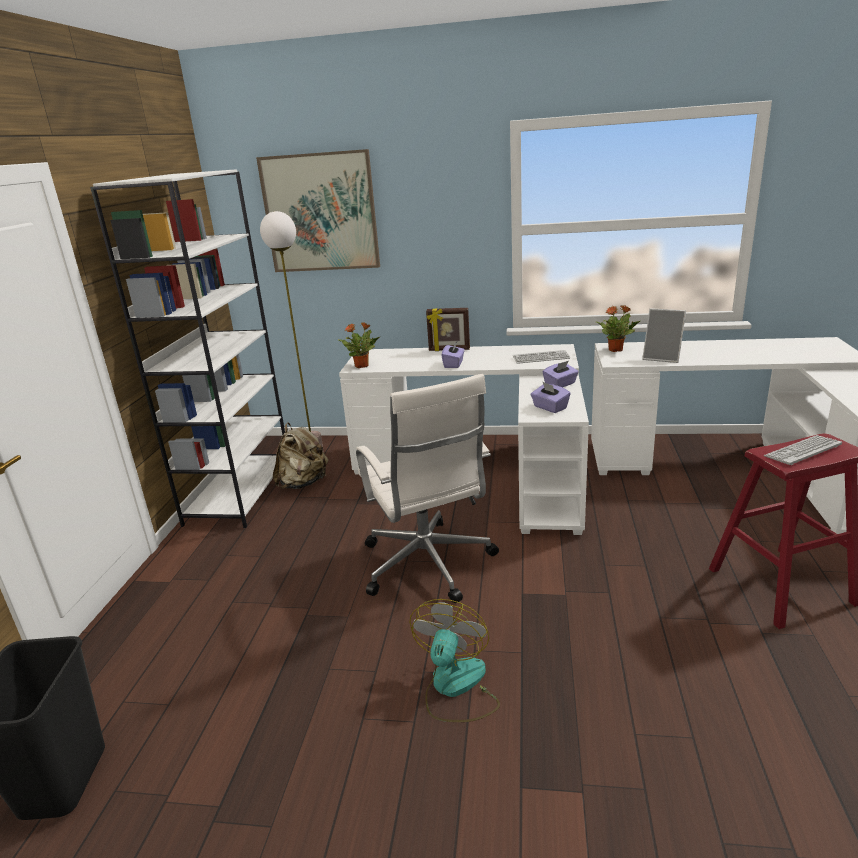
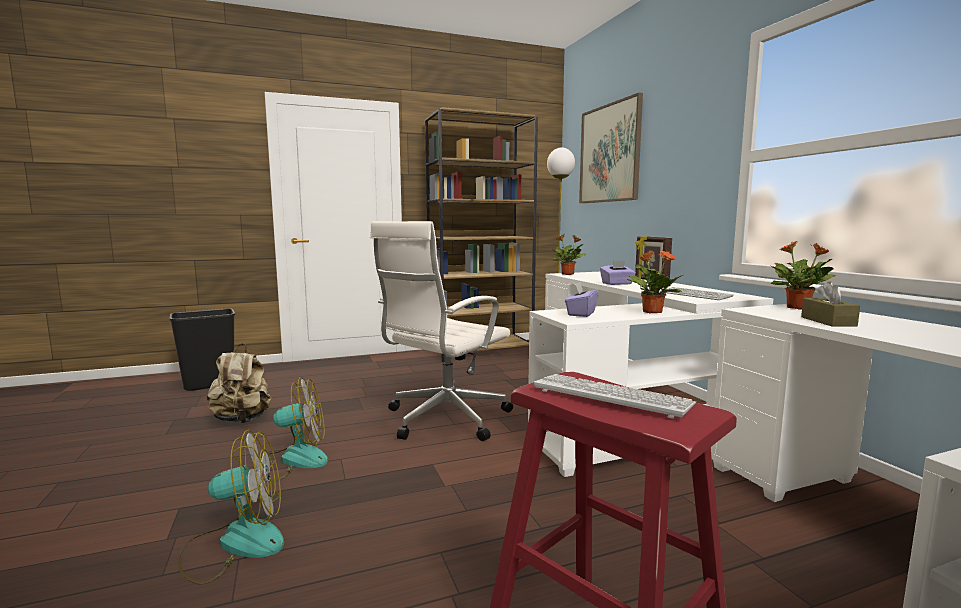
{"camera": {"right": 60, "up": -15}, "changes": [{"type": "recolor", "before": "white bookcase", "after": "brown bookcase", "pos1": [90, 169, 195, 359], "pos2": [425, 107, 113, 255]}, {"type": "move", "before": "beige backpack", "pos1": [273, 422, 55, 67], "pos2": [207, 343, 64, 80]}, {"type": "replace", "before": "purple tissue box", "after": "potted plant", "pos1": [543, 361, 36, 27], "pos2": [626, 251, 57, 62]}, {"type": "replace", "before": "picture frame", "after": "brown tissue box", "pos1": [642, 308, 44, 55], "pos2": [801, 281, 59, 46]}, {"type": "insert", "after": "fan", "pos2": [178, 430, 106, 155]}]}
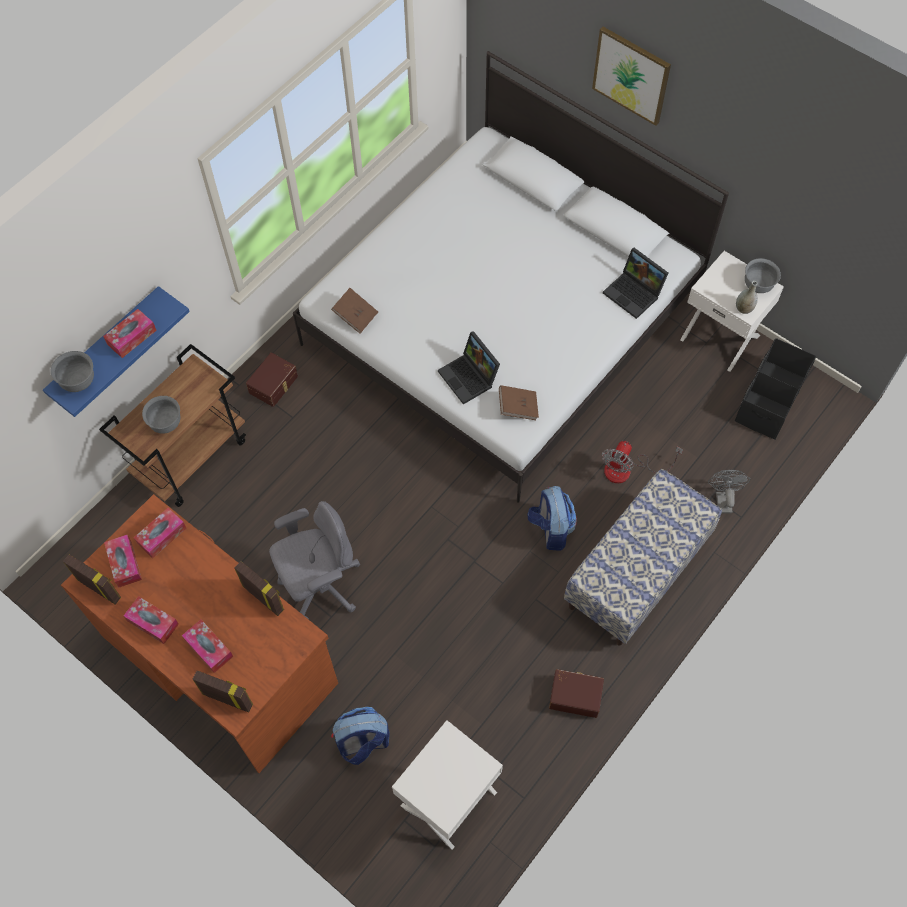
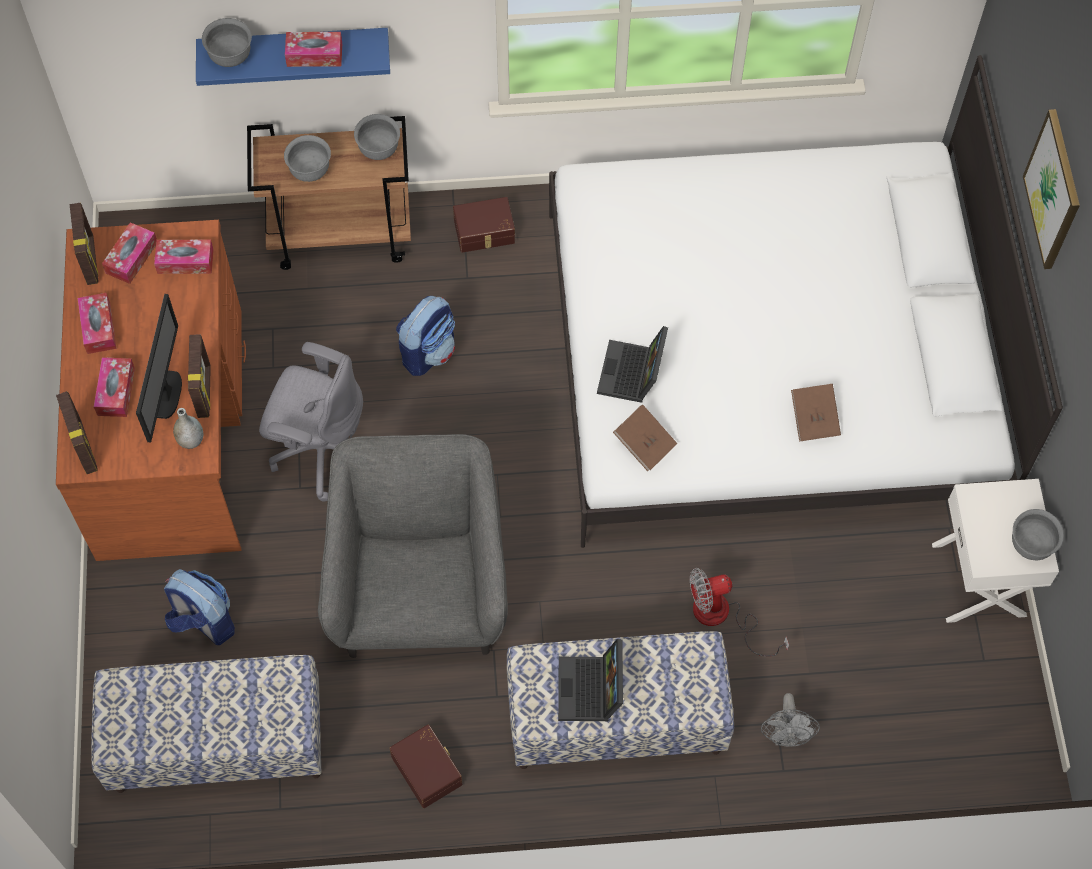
{"camera": {"right": 45, "up": 0}, "changes": [{"type": "move", "before": "brown book", "pos1": [331, 288, 47, 46], "pos2": [791, 384, 50, 58]}, {"type": "replace", "before": "white nightstand", "after": "bench", "pos1": [392, 720, 111, 130], "pos2": [91, 655, 230, 138]}, {"type": "move", "before": "backpack", "pos1": [527, 486, 50, 65], "pos2": [396, 296, 59, 80]}, {"type": "move", "before": "laptop", "pos1": [603, 248, 65, 71], "pos2": [558, 639, 65, 82]}, {"type": "rotate", "before": "grey fan", "pos1": [708, 470, 42, 44], "pos2": [761, 693, 59, 54], "turn": 135}, {"type": "delete", "before": "black storage box", "pos1": [735, 338, 81, 102]}, {"type": "move", "before": "grey vase", "pos1": [736, 281, 22, 33], "pos2": [173, 408, 30, 41]}, {"type": "insert", "after": "monitor", "pos2": [136, 294, 46, 149]}, {"type": "insert", "after": "grey armchair", "pos2": [318, 434, 190, 224]}, {"type": "insert", "after": "grey bowl", "pos2": [354, 114, 46, 46]}]}
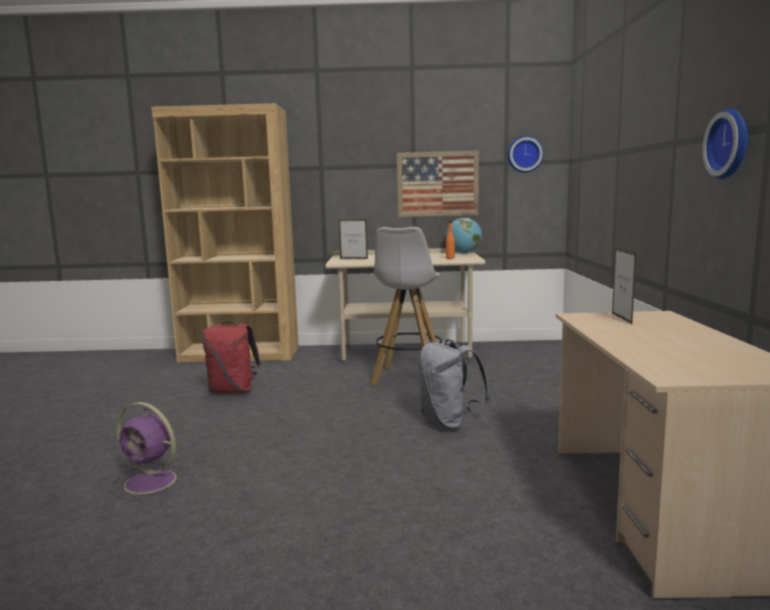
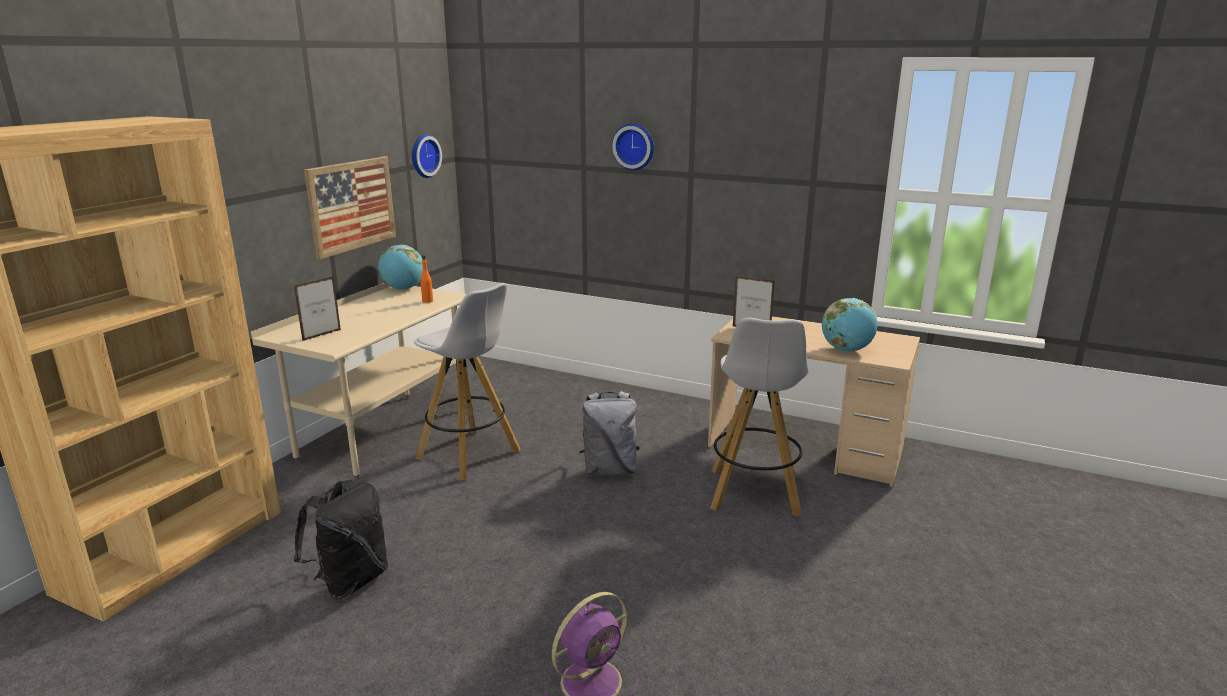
{"camera": {"right": -65, "up": 10}, "changes": [{"type": "recolor", "before": "red backpack", "after": "black backpack", "pos1": [202, 321, 59, 73], "pos2": [294, 480, 94, 119]}, {"type": "move", "before": "wall clock", "pos1": [702, 108, 47, 71], "pos2": [612, 123, 42, 47]}, {"type": "insert", "after": "white stool", "pos2": [710, 318, 98, 198]}, {"type": "insert", "after": "globe", "pos2": [822, 298, 55, 54]}]}
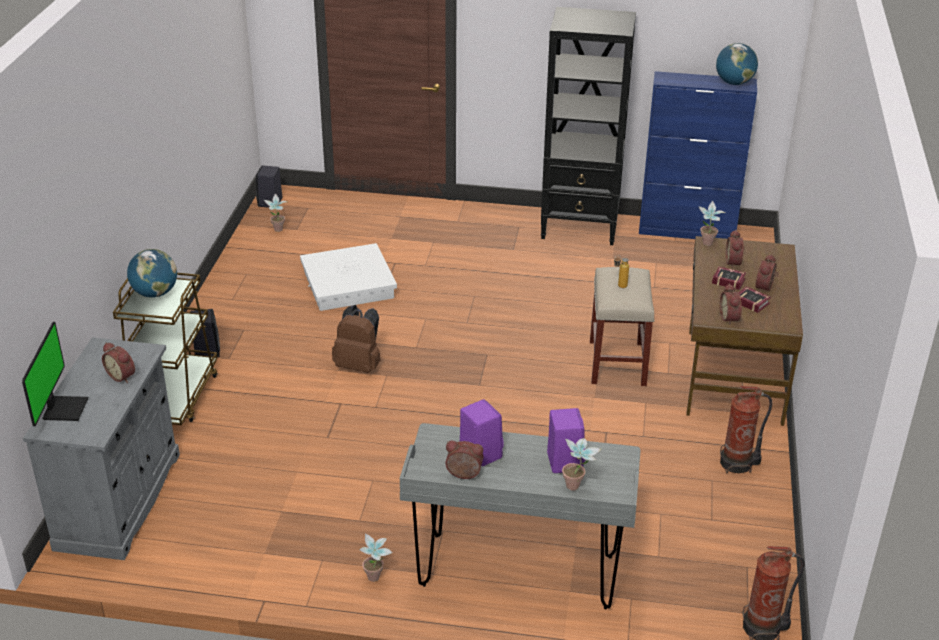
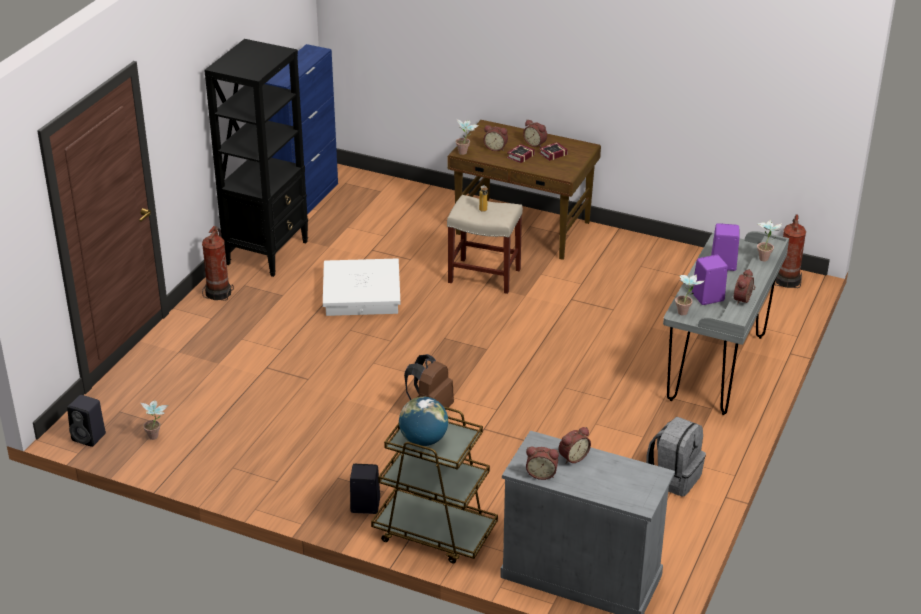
{"camera": {"right": -75, "up": 0}, "changes": [{"type": "delete", "before": "monitor", "pos1": [22, 322, 66, 104]}, {"type": "move", "before": "white storage box", "pos1": [300, 243, 97, 68], "pos2": [323, 259, 77, 57]}, {"type": "move", "before": "potted plant", "pos1": [360, 533, 33, 49], "pos2": [675, 274, 30, 42]}, {"type": "delete", "before": "globe", "pos1": [716, 43, 42, 42]}, {"type": "move", "before": "alarm clock", "pos1": [720, 284, 22, 41], "pos2": [526, 447, 33, 33]}, {"type": "move", "before": "fire extinguisher", "pos1": [720, 386, 52, 88], "pos2": [202, 226, 32, 75]}, {"type": "insert", "after": "grey backpack", "pos2": [646, 417, 60, 79]}]}
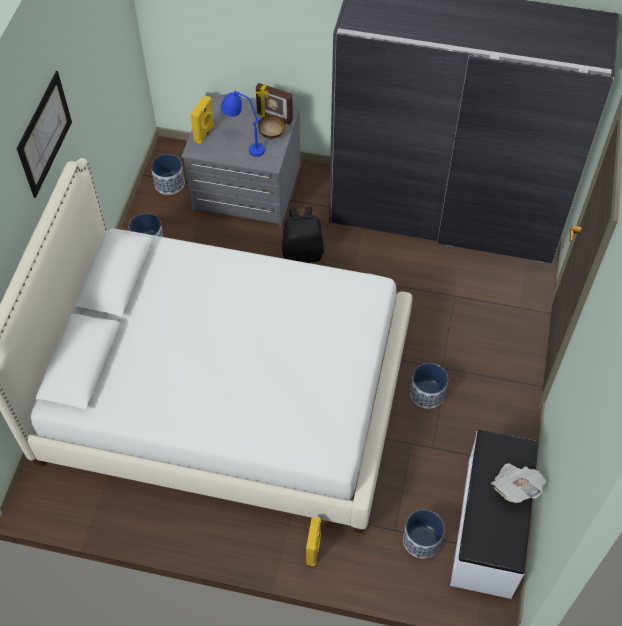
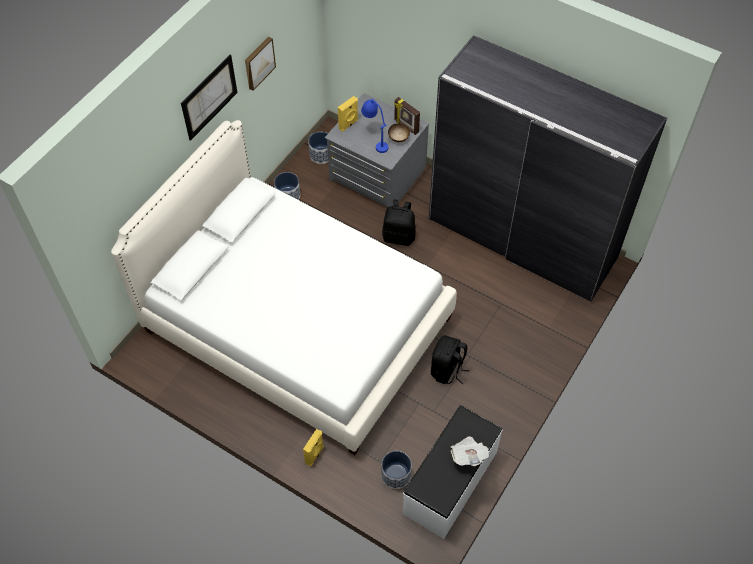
{"camera": {"right": 20, "up": 0}, "changes": [{"type": "replace", "before": "planter", "after": "black backpack", "pos1": [410, 363, 38, 46], "pos2": [431, 335, 39, 50]}, {"type": "insert", "after": "picture", "pos2": [245, 37, 31, 54]}]}
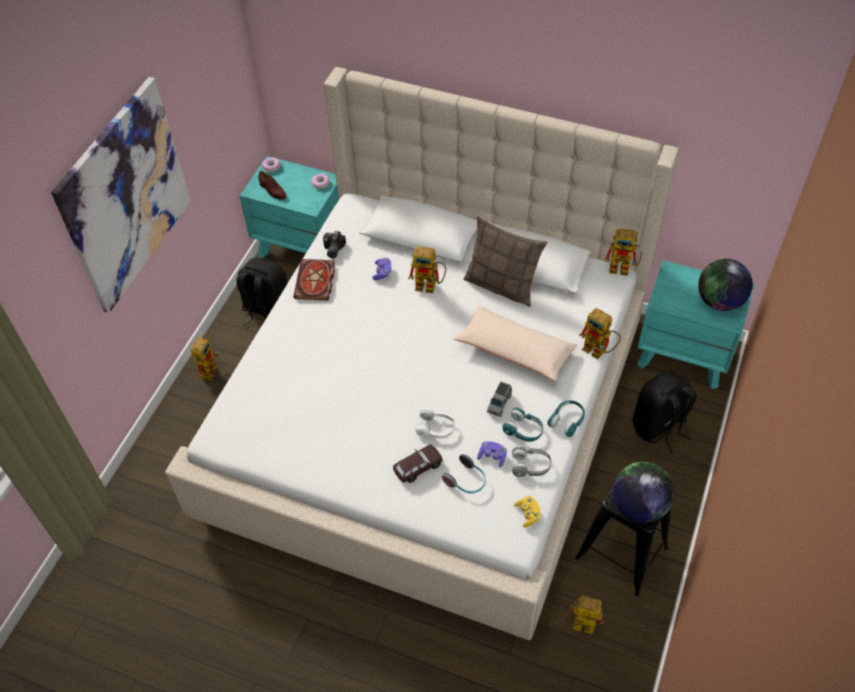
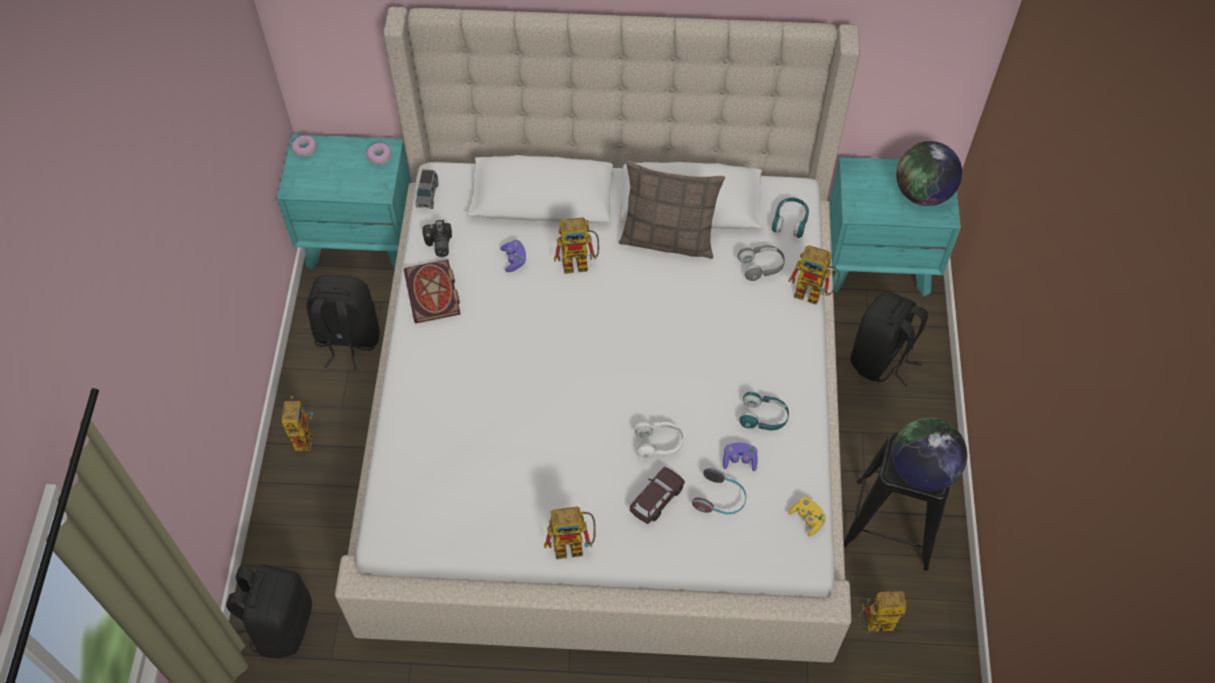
{"camera": {"right": -20, "up": 5}, "changes": [{"type": "delete", "before": "picture", "pos1": [51, 77, 140, 236]}, {"type": "delete", "before": "brown shoe", "pos1": [258, 171, 28, 29]}, {"type": "delete", "before": "beige pillow", "pos1": [454, 306, 123, 75]}, {"type": "move", "before": "grey toy car", "pos1": [487, 382, 25, 35], "pos2": [416, 169, 23, 40]}, {"type": "move", "before": "grey headphones", "pos1": [512, 447, 39, 30], "pos2": [737, 245, 48, 36]}, {"type": "move", "before": "turquoise headphones", "pos1": [547, 400, 38, 37], "pos2": [772, 198, 37, 40]}, {"type": "move", "before": "toy robot", "pos1": [604, 229, 38, 47], "pos2": [544, 507, 52, 52]}, {"type": "insert", "after": "black backpack", "pos2": [226, 565, 86, 94]}]}
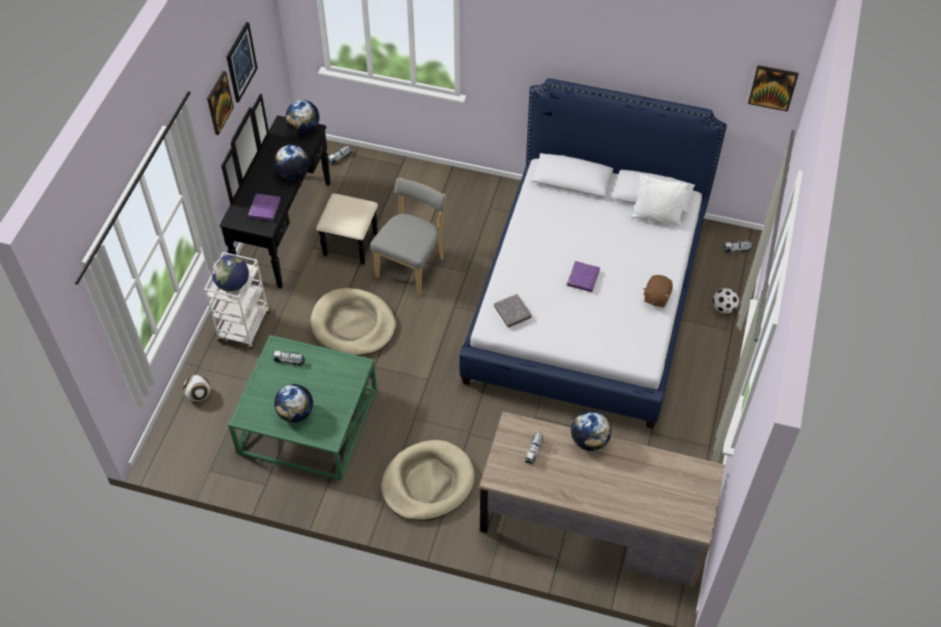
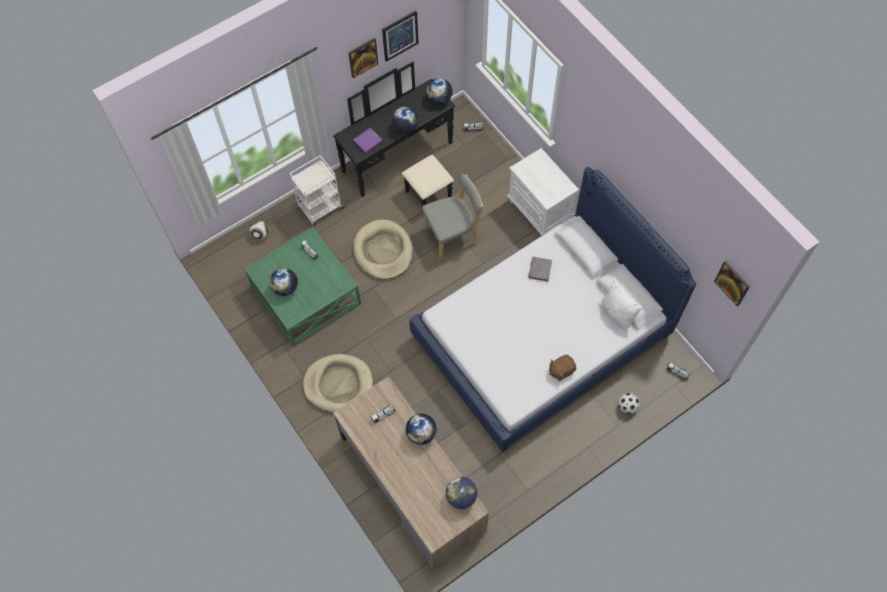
{"camera": {"right": 40, "up": 10}, "changes": [{"type": "move", "before": "globe", "pos1": [212, 255, 37, 37], "pos2": [446, 477, 31, 32]}, {"type": "move", "before": "grey book", "pos1": [494, 294, 38, 34], "pos2": [528, 256, 24, 25]}, {"type": "delete", "before": "purple book", "pos1": [567, 261, 33, 31]}, {"type": "insert", "after": "white nightstand", "pos2": [507, 148, 72, 88]}]}
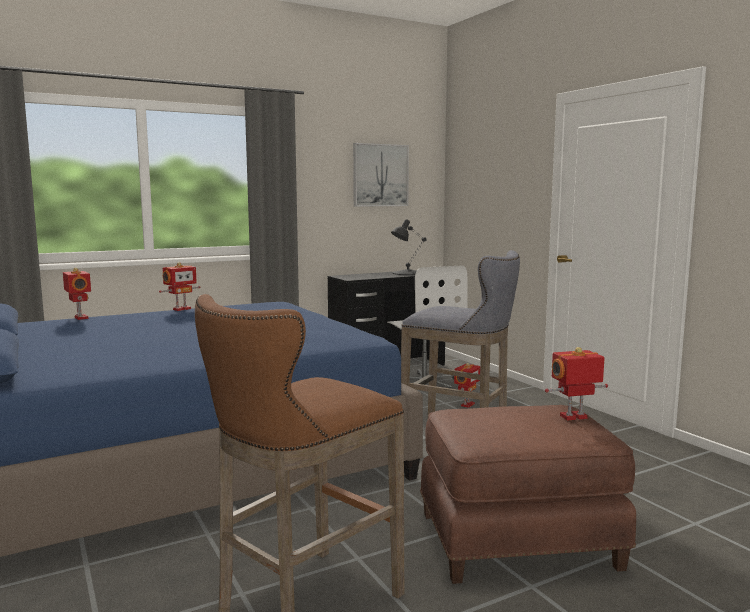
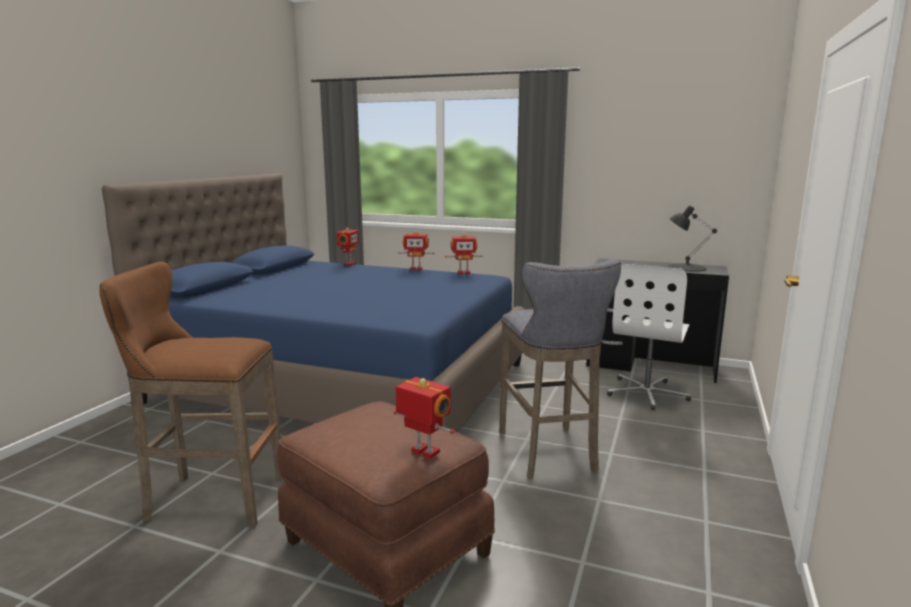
{"camera": {"right": 50, "up": 5}, "changes": [{"type": "delete", "before": "picture", "pos1": [353, 143, 56, 64]}, {"type": "move", "before": "toy robot", "pos1": [454, 363, 26, 45], "pos2": [445, 234, 38, 40]}]}
